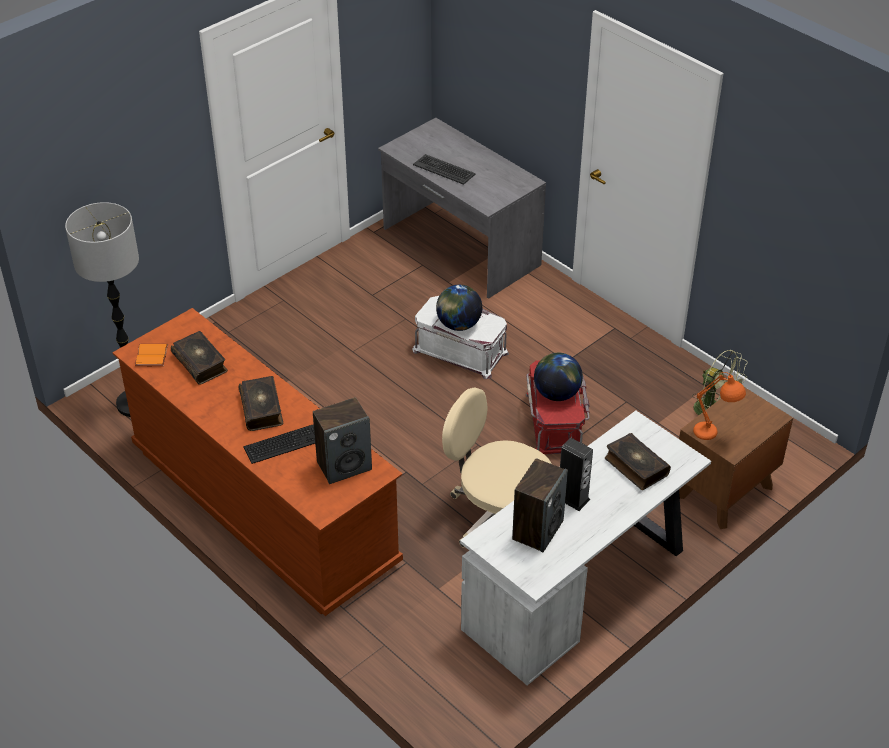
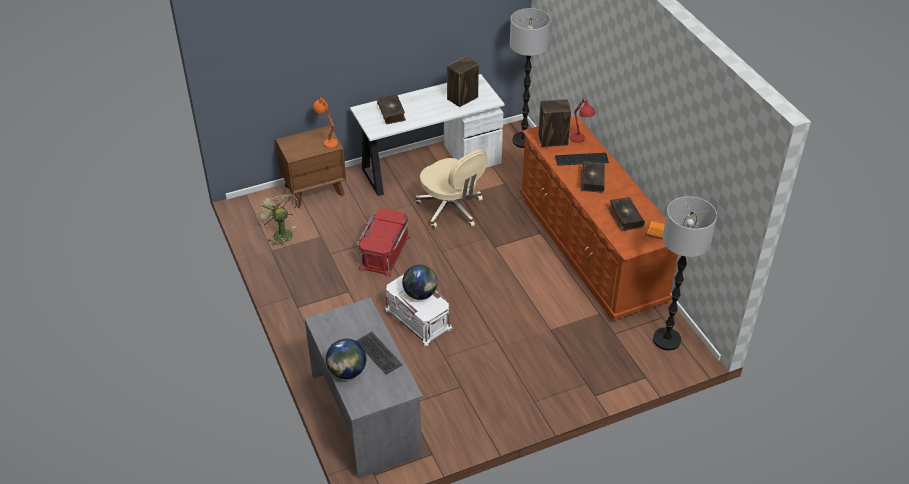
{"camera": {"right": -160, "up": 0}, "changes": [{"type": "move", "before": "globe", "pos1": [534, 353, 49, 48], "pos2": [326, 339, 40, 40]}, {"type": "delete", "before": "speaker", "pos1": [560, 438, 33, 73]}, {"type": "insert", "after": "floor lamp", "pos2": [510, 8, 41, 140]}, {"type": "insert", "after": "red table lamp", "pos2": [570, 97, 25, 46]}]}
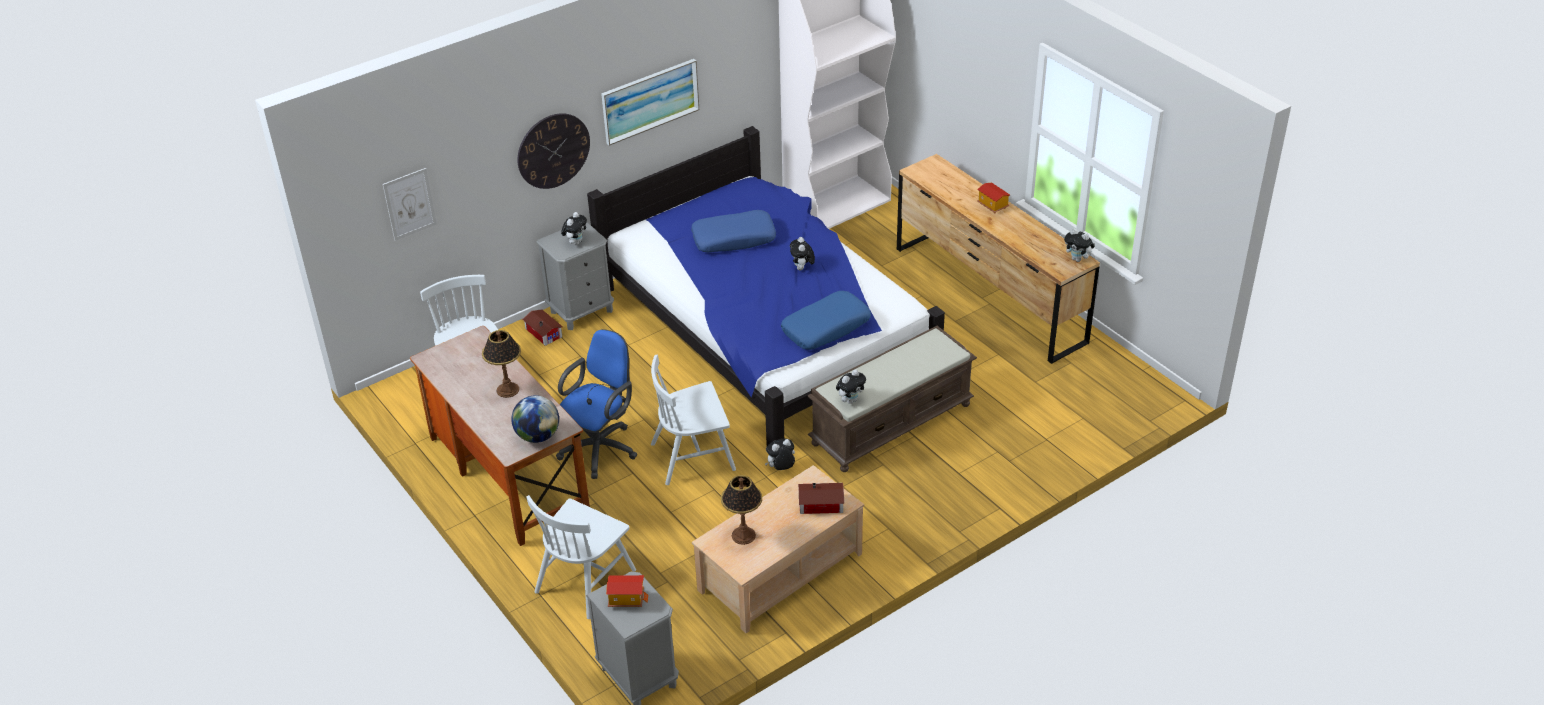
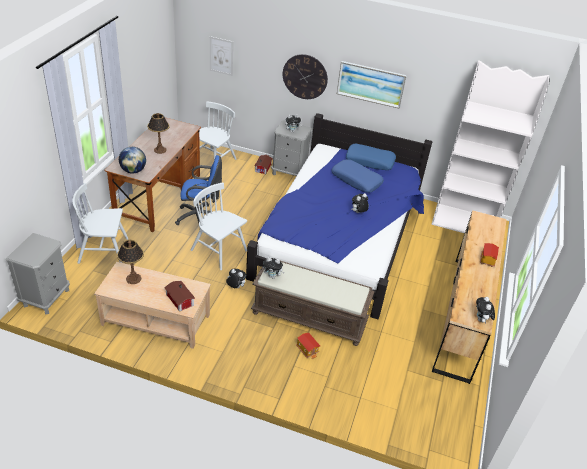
{"camera": {"right": 50, "up": 0}, "changes": [{"type": "move", "before": "toy house", "pos1": [606, 575, 42, 32], "pos2": [296, 332, 24, 27]}, {"type": "move", "before": "blue pillow", "pos1": [781, 291, 90, 59], "pos2": [346, 144, 50, 26]}]}
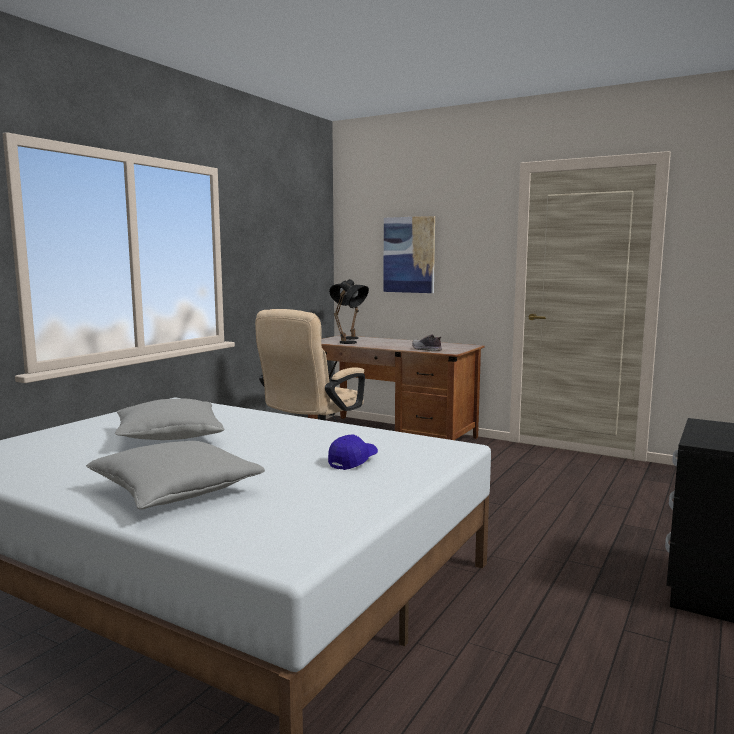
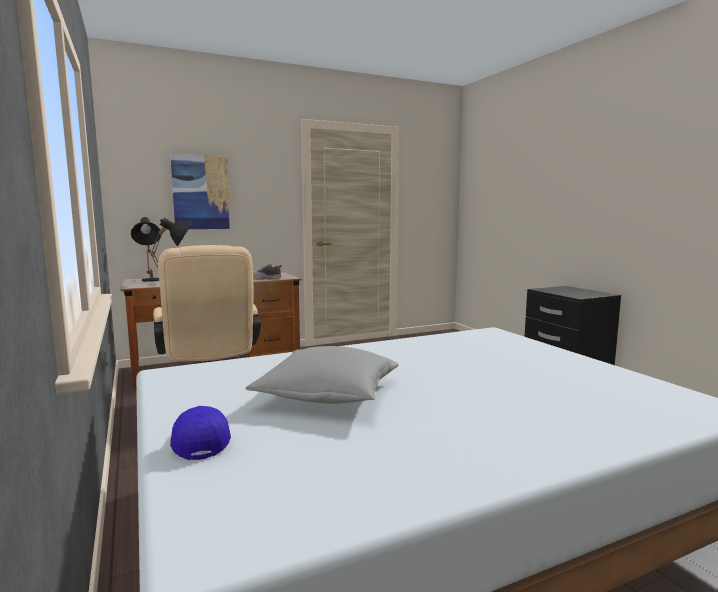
{"camera": {"right": -55, "up": 0}, "changes": [{"type": "delete", "before": "grey pillow", "pos1": [86, 441, 179, 69]}, {"type": "move", "before": "blue cap", "pos1": [328, 435, 50, 35], "pos2": [170, 406, 61, 54]}]}
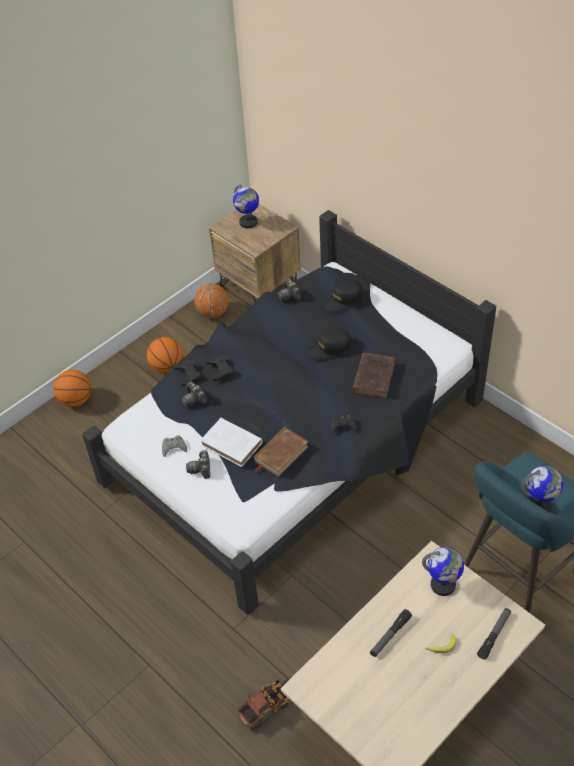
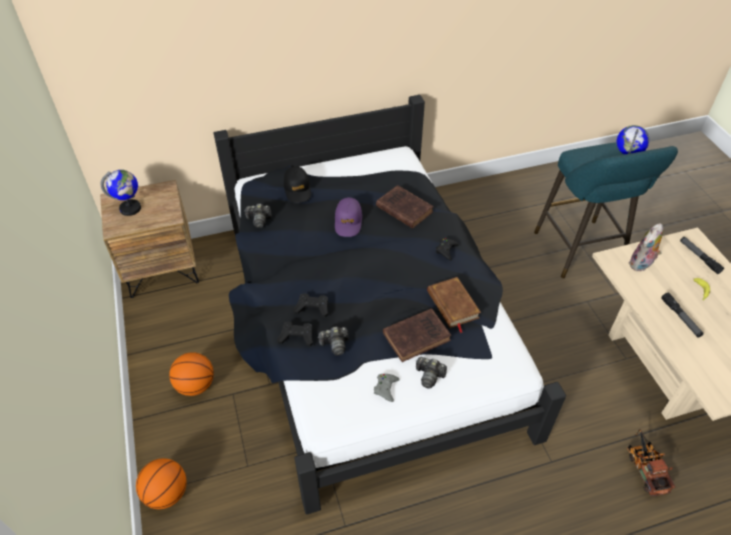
{"camera": {"right": -65, "up": 0}, "changes": [{"type": "delete", "before": "basketball", "pos1": [194, 284, 35, 34]}, {"type": "recolor", "before": "white book", "after": "brown book", "pos1": [200, 418, 63, 49], "pos2": [383, 308, 69, 54]}, {"type": "recolor", "before": "black cap", "after": "purple cap", "pos1": [307, 328, 45, 33], "pos2": [335, 197, 27, 40]}, {"type": "replace", "before": "globe", "after": "plush toy", "pos1": [422, 547, 42, 49], "pos2": [629, 223, 35, 48]}]}
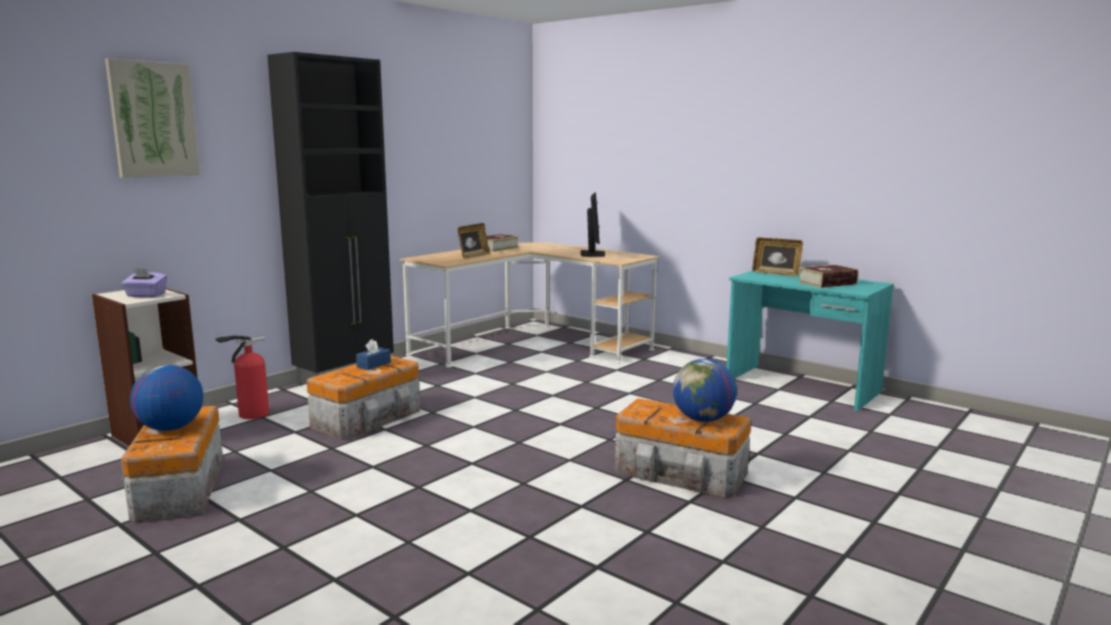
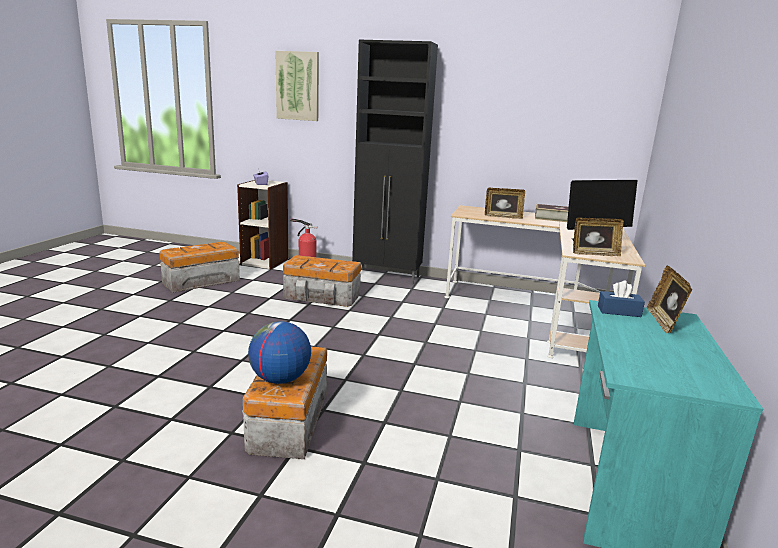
{"camera": {"right": 65, "up": 5}, "changes": [{"type": "delete", "before": "globe", "pos1": [130, 365, 73, 66]}, {"type": "move", "before": "blue tissue box", "pos1": [356, 339, 35, 31], "pos2": [598, 280, 47, 37]}, {"type": "delete", "before": "book", "pos1": [798, 265, 61, 23]}, {"type": "insert", "after": "picture frame", "pos2": [573, 218, 51, 38]}]}
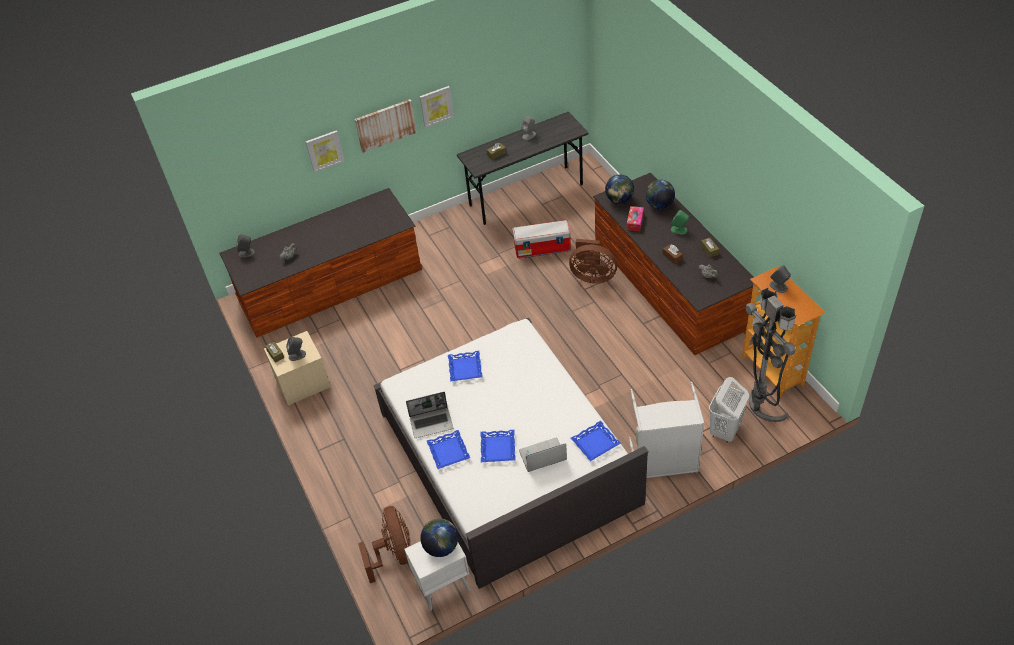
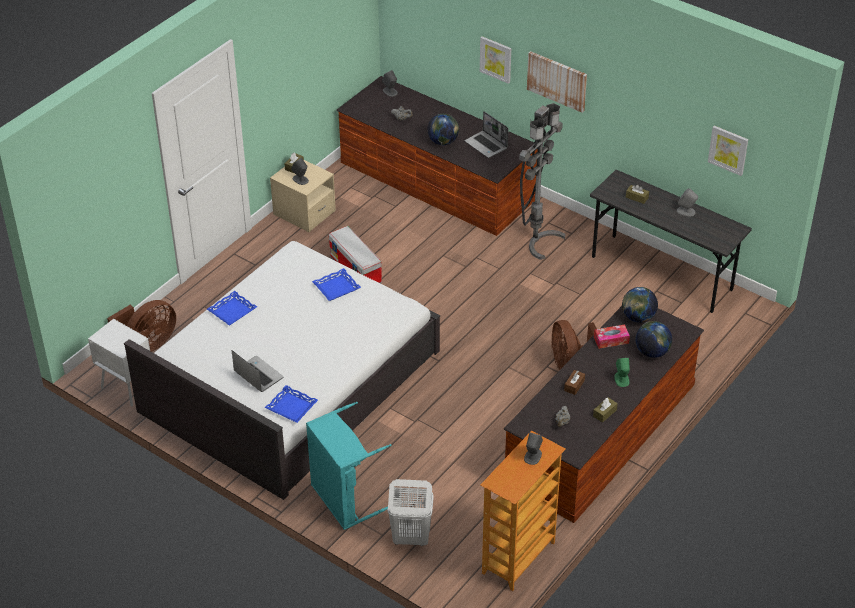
{"camera": {"right": 60, "up": -5}, "changes": [{"type": "move", "before": "laptop", "pos1": [406, 392, 47, 46], "pos2": [464, 111, 44, 47]}, {"type": "move", "before": "picture", "pos1": [420, 86, 34, 42], "pos2": [708, 126, 40, 50]}, {"type": "move", "before": "globe", "pos1": [420, 518, 38, 39], "pos2": [427, 114, 32, 31]}, {"type": "delete", "before": "blue tray", "pos1": [480, 430, 36, 32]}, {"type": "move", "before": "storage box", "pos1": [512, 220, 59, 39], "pos2": [329, 226, 53, 57]}, {"type": "recolor", "before": "grey laundry basket", "after": "turquoise laundry basket", "pos1": [629, 382, 76, 96], "pos2": [306, 402, 85, 128]}, {"type": "move", "before": "grey floor lamp", "pos1": [745, 288, 51, 134], "pos2": [519, 103, 46, 157]}]}
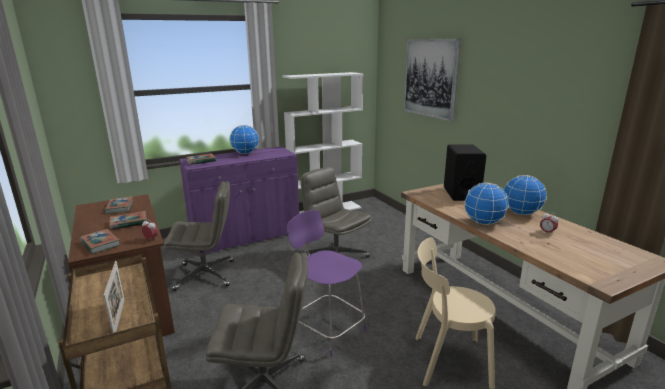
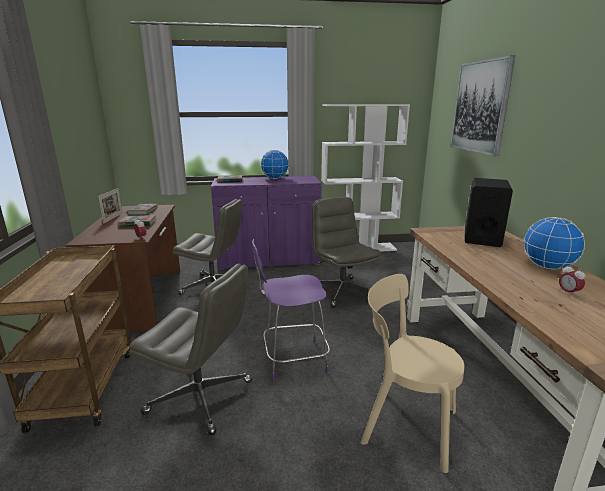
{"camera": {"right": 20, "up": 0}, "changes": [{"type": "delete", "before": "book", "pos1": [80, 229, 40, 25]}, {"type": "move", "before": "picture frame", "pos1": [103, 261, 22, 72], "pos2": [98, 188, 24, 36]}, {"type": "rotate", "before": "purple chair", "pos1": [287, 210, 79, 147], "pos2": [253, 239, 77, 141], "turn": -75}, {"type": "delete", "before": "globe", "pos1": [464, 182, 45, 43]}]}
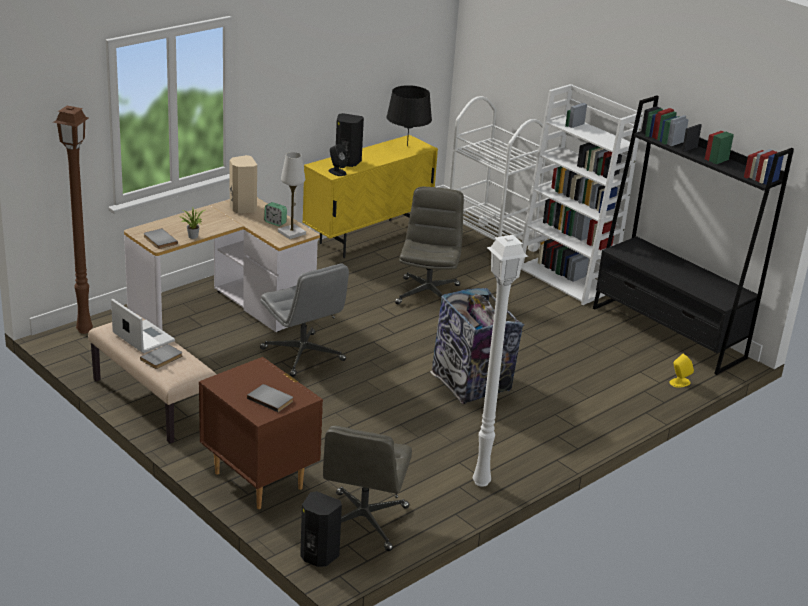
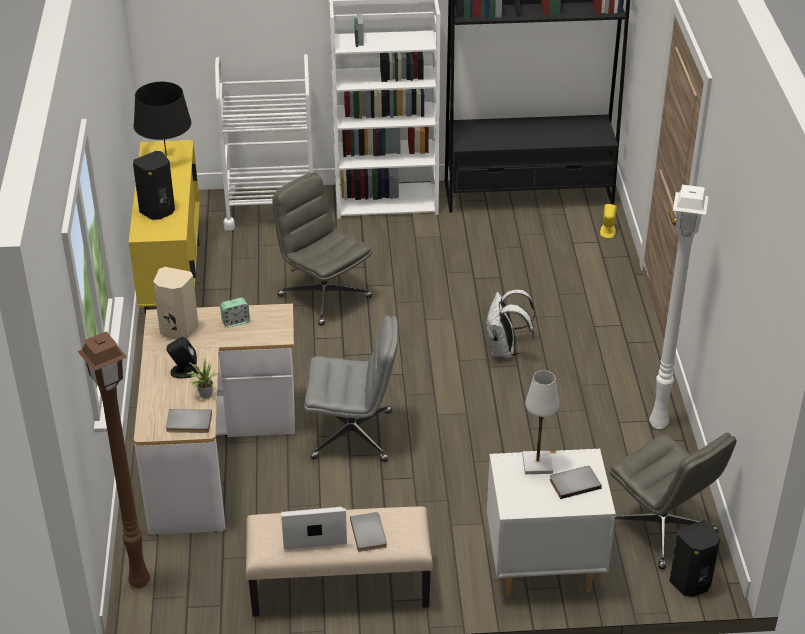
{"camera": {"right": -50, "up": 10}, "changes": [{"type": "recolor", "before": "brown nightstand", "after": "white nightstand", "pos1": [199, 357, 124, 152], "pos2": [487, 448, 129, 148]}, {"type": "move", "before": "white table lamp", "pos1": [278, 152, 28, 87], "pos2": [522, 370, 37, 104]}, {"type": "move", "before": "black speaker", "pos1": [329, 144, 19, 32], "pos2": [167, 337, 32, 41]}, {"type": "replace", "before": "trash can", "after": "white backpack", "pos1": [430, 288, 94, 116], "pos2": [486, 289, 49, 69]}]}
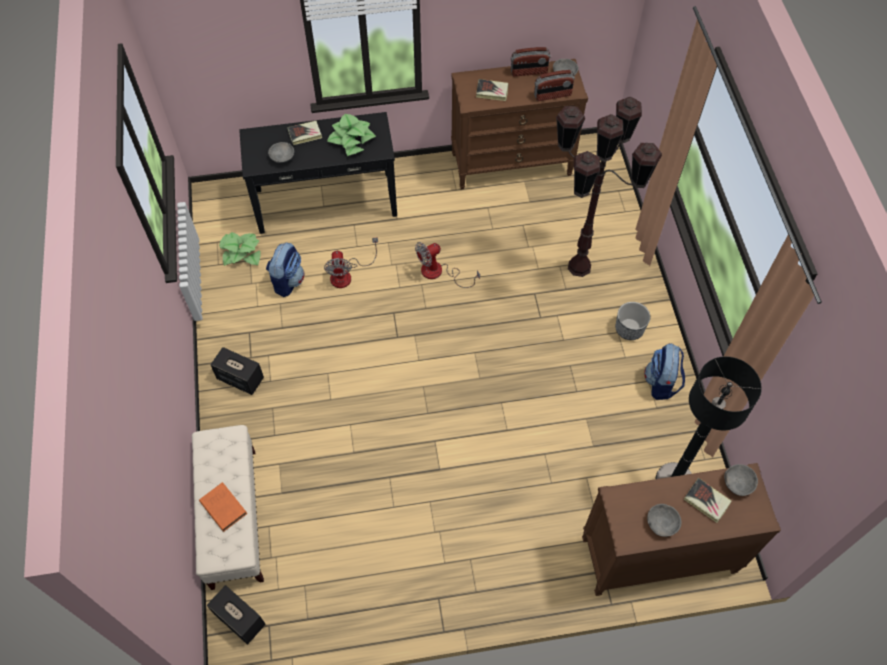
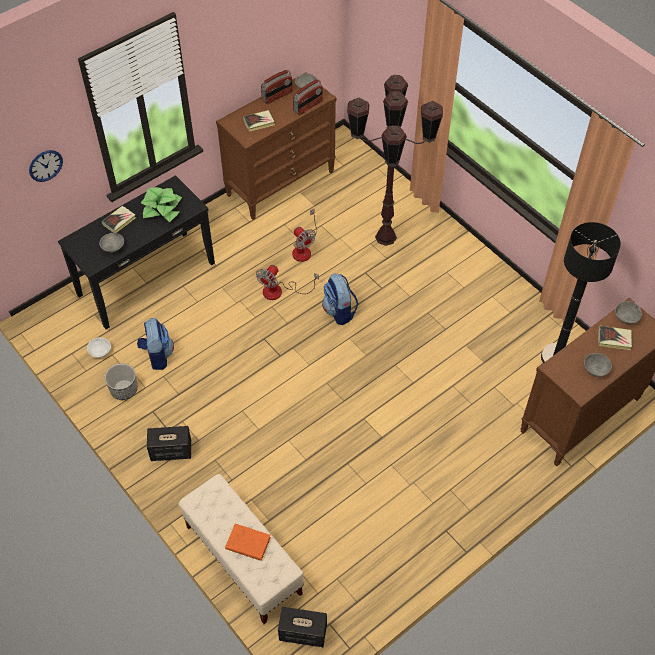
{"camera": {"right": -30, "up": -5}, "changes": [{"type": "replace", "before": "potted plant", "after": "white bowl", "pos1": [219, 232, 42, 34], "pos2": [87, 337, 24, 21]}, {"type": "move", "before": "fan", "pos1": [324, 237, 54, 51], "pos2": [292, 209, 25, 53]}, {"type": "move", "before": "planter", "pos1": [615, 302, 35, 38], "pos2": [105, 363, 33, 37]}, {"type": "move", "before": "backpack", "pos1": [644, 343, 41, 57], "pos2": [322, 273, 37, 52]}, {"type": "insert", "after": "wall clock", "pos2": [29, 150, 34, 32]}]}
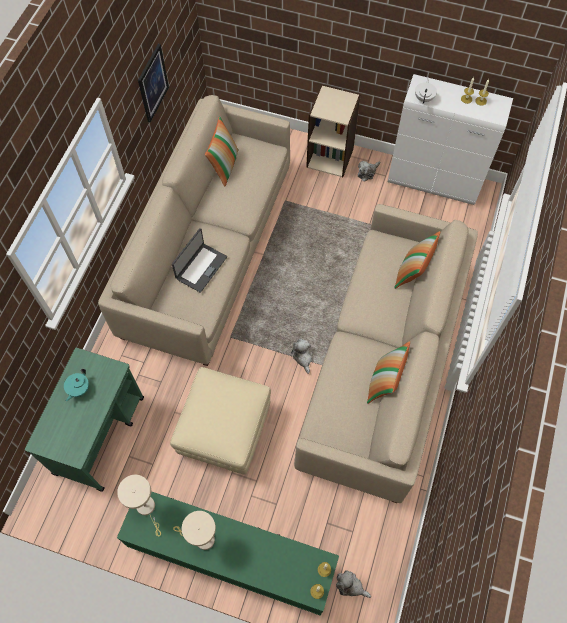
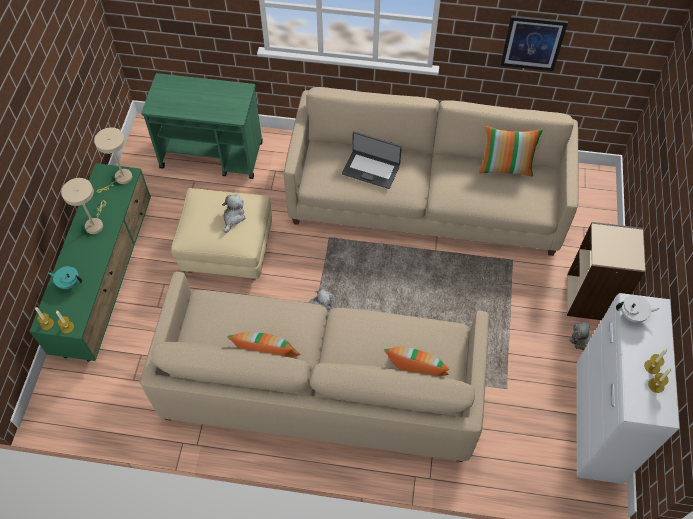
{"camera": {"right": 80, "up": -5}, "changes": [{"type": "move", "before": "turquoise teapot", "pos1": [64, 369, 25, 32], "pos2": [48, 266, 34, 23]}, {"type": "move", "before": "plush toy", "pos1": [336, 570, 35, 28], "pos2": [222, 195, 23, 38]}]}
